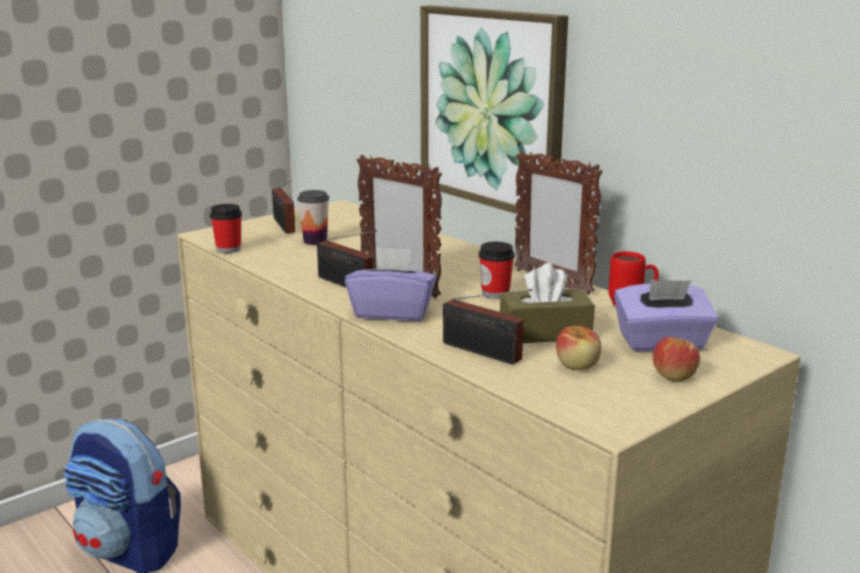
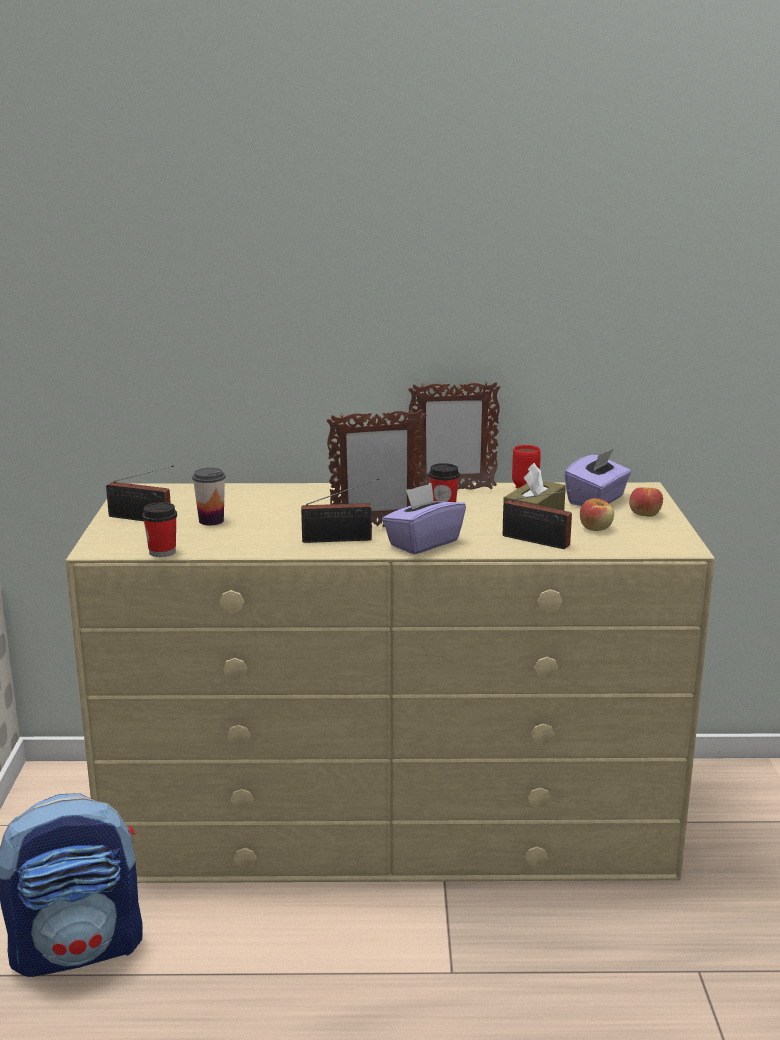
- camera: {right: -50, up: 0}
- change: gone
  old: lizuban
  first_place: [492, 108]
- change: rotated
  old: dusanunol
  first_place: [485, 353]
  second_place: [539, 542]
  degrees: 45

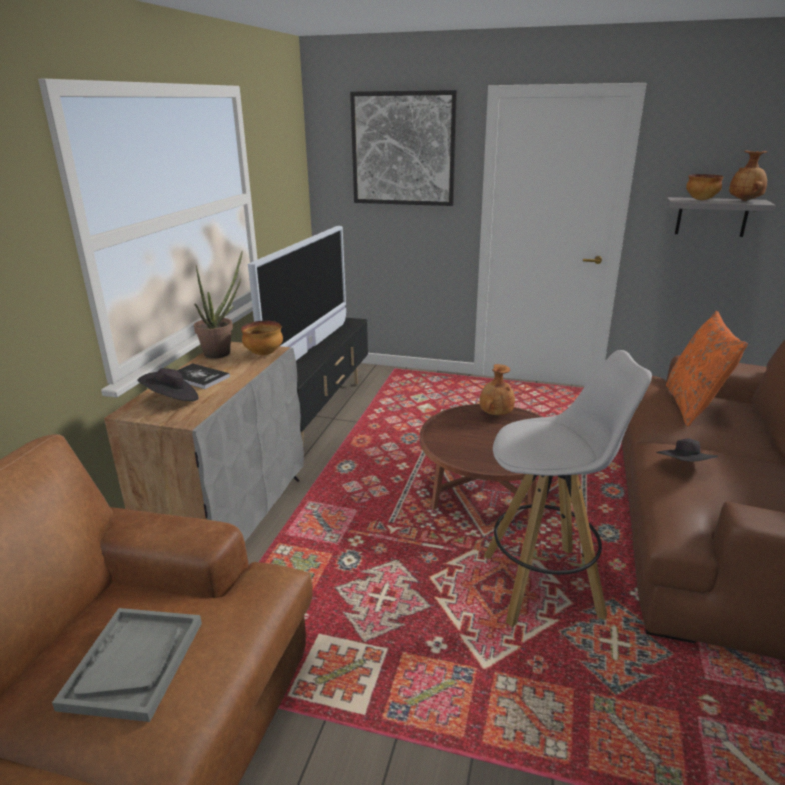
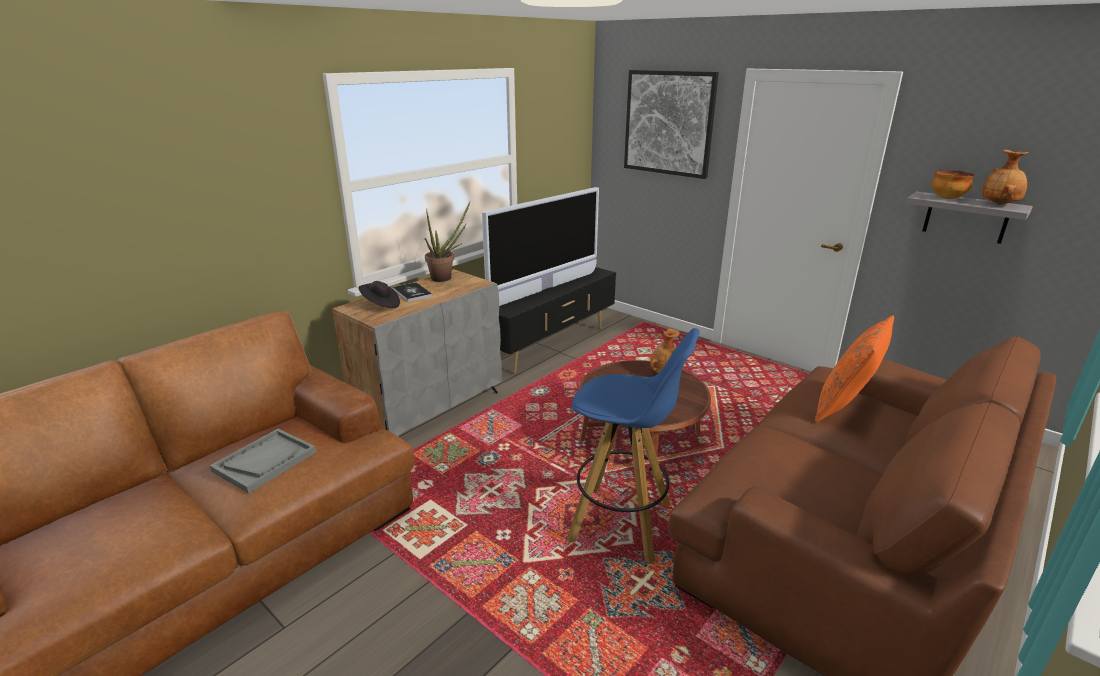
- camera: {right: 25, up: 0}
- change: gone
  old: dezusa
  first_place: [264, 354]
- change: repainted
  old: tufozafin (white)
  new: tufozafin (blue)
  first_place: [544, 584]
  second_place: [622, 522]
- change: gone
  old: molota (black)
  first_place: [684, 468]

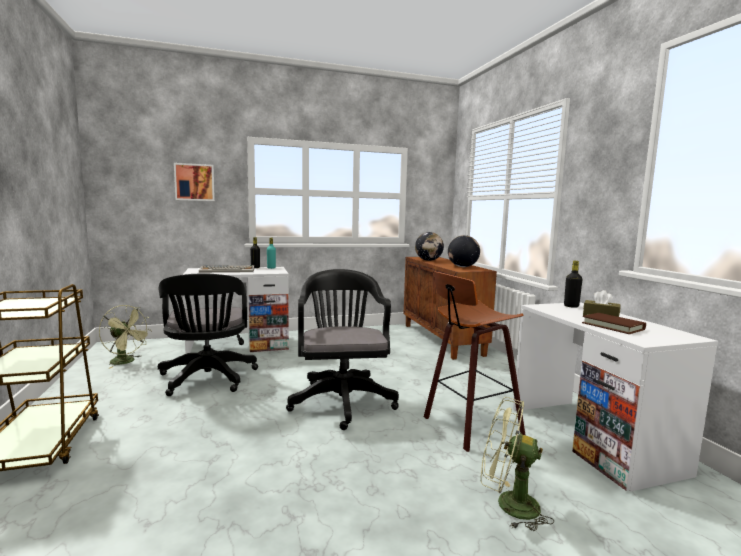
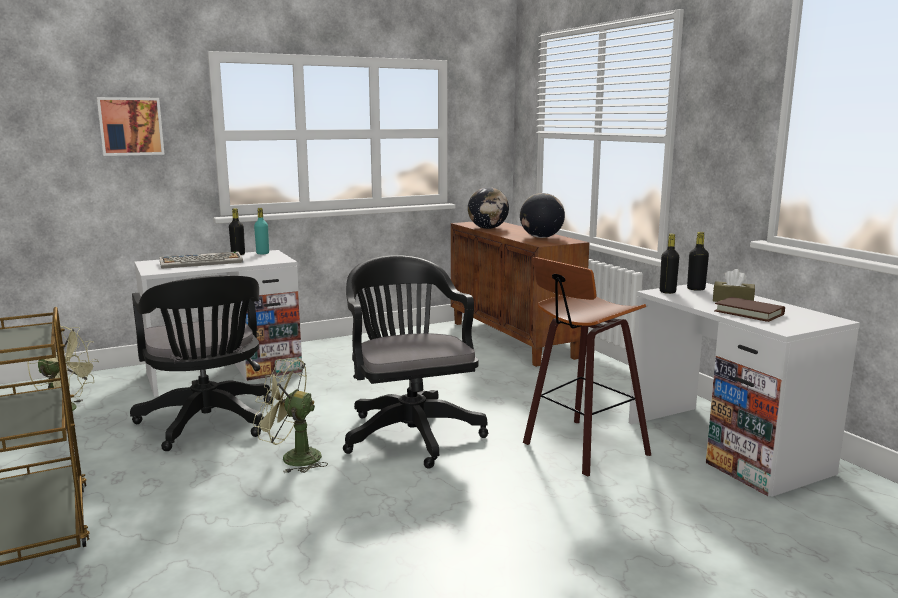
- camera: {right: -10, up: 5}
- change: shifted
  old: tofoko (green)
  first_place: [508, 504]
  second_place: [292, 458]
- change: new
  new: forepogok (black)
  second_place: [667, 292]

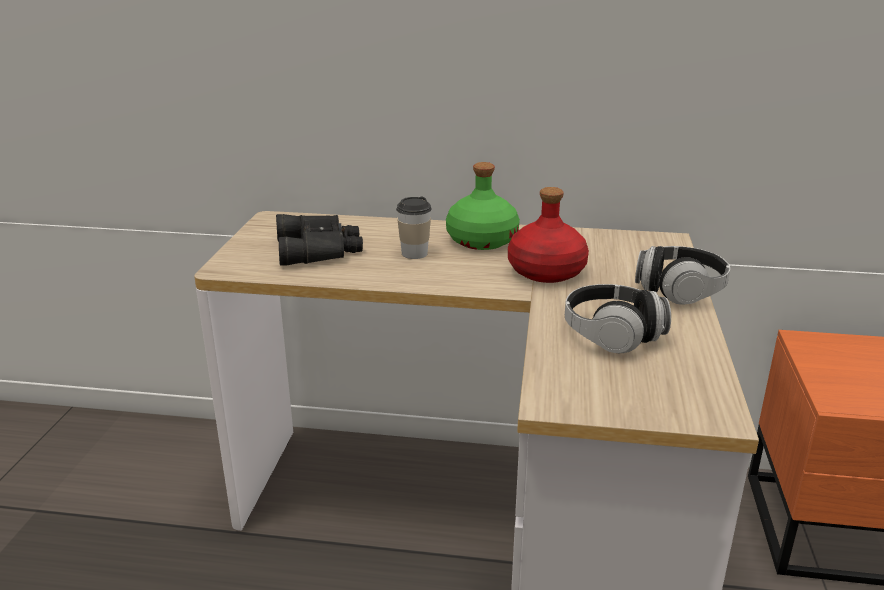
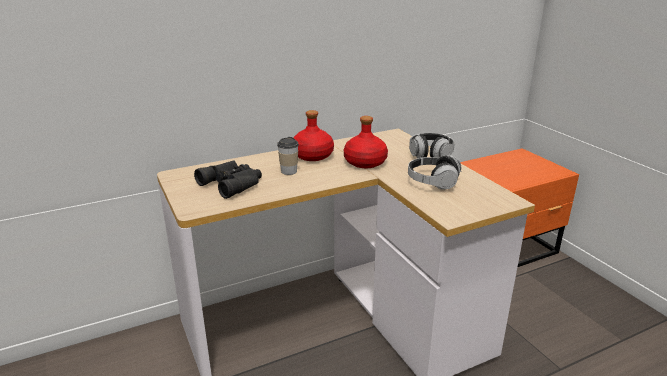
- camera: {right: -35, up: 0}
- change: repainted
  old: forepogok (green)
  new: forepogok (red)
  first_place: [481, 240]
  second_place: [312, 155]

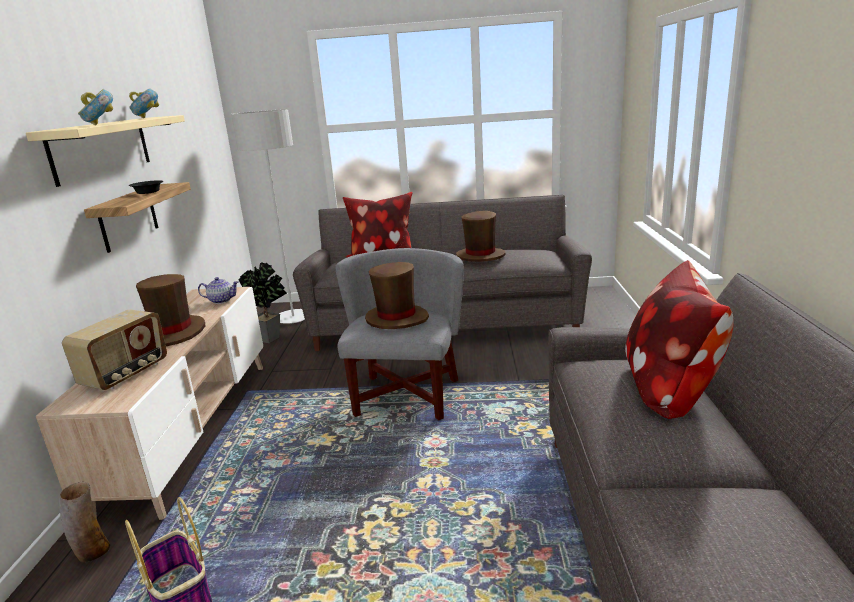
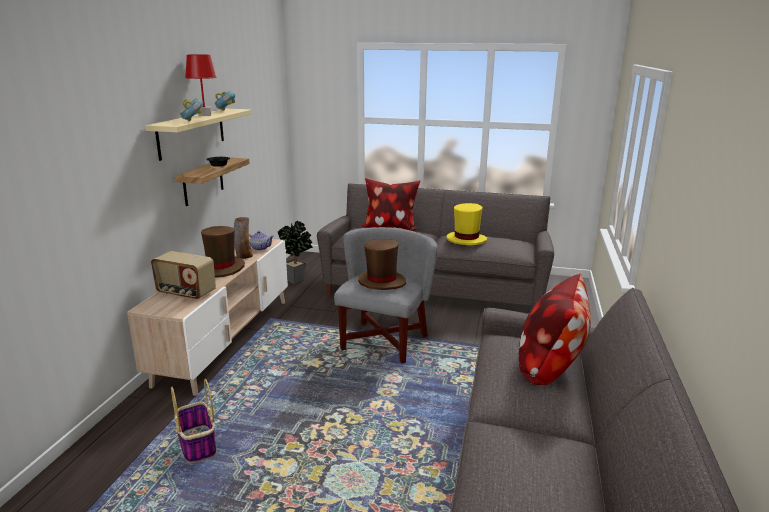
- camera: {right: 10, up: 0}
- change: gone
  old: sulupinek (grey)
  first_place: [293, 318]
- change: repainted
  old: molota (brown)
  new: molota (yellow)
  first_place: [480, 256]
  second_place: [466, 240]
- change: rotated
  old: dusanunol
  first_place: [126, 374]
  second_place: [185, 293]
  degrees: 75
- change: shifted
  old: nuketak
  first_place: [92, 551]
  second_place: [244, 256]
- change: new
  new: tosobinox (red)
  second_place: [205, 115]

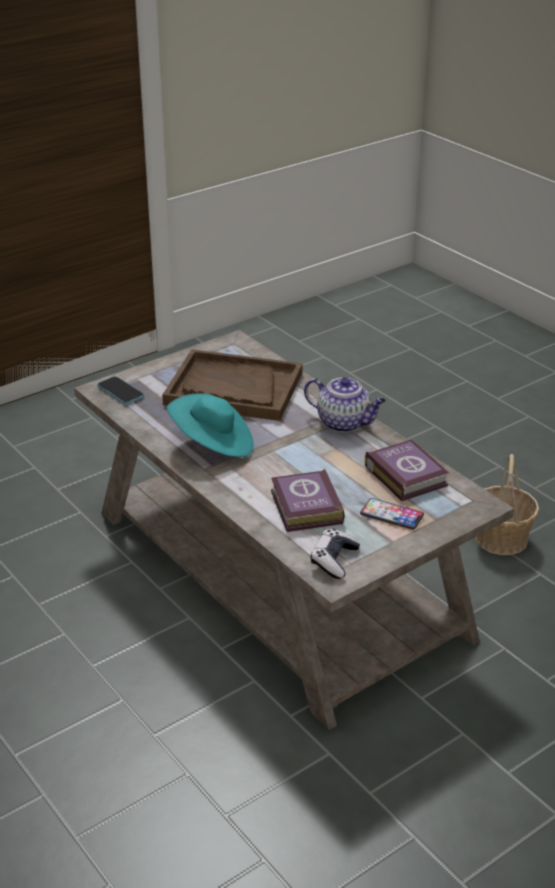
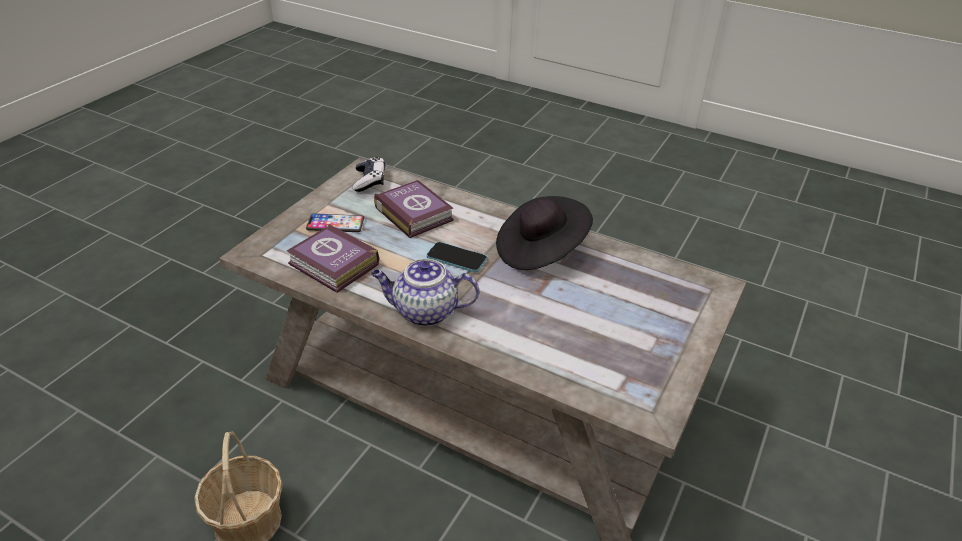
- camera: {right: 155, up: 5}
- change: gone
  old: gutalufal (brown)
  first_place: [233, 389]
- change: shifted
  old: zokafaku
  first_place: [120, 392]
  second_place: [456, 258]
- change: repainted
  old: molota (turquoise)
  new: molota (black)
  first_place: [213, 445]
  second_place: [540, 251]

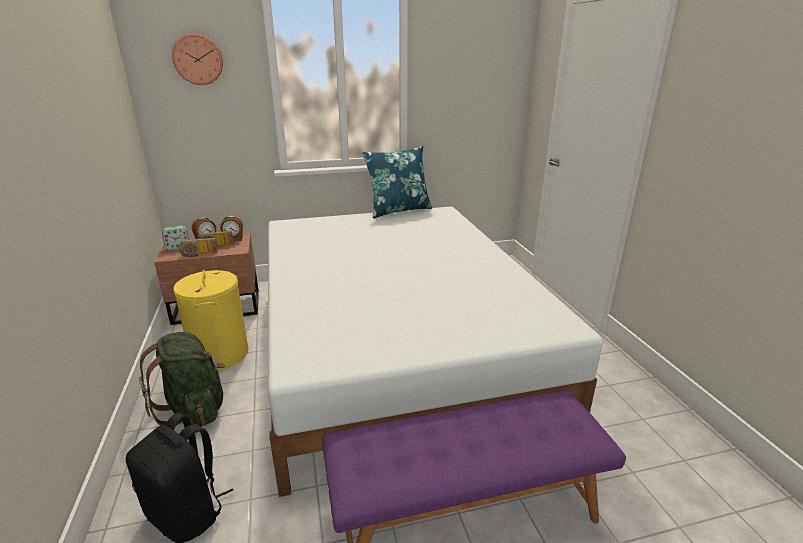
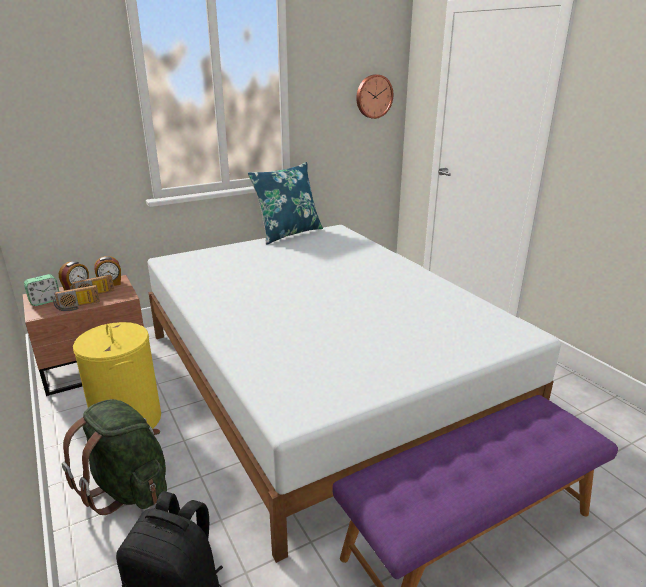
- camera: {right: -15, up: 0}
- change: shifted
  old: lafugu
  first_place: [198, 59]
  second_place: [373, 96]

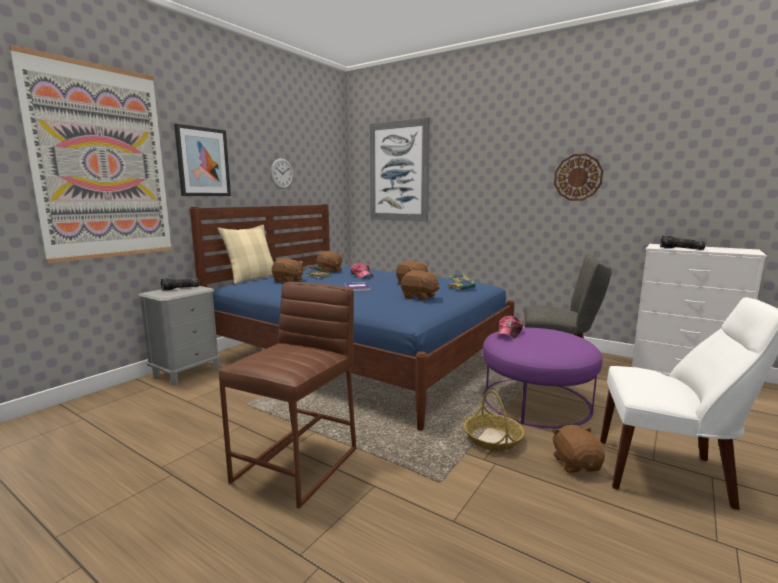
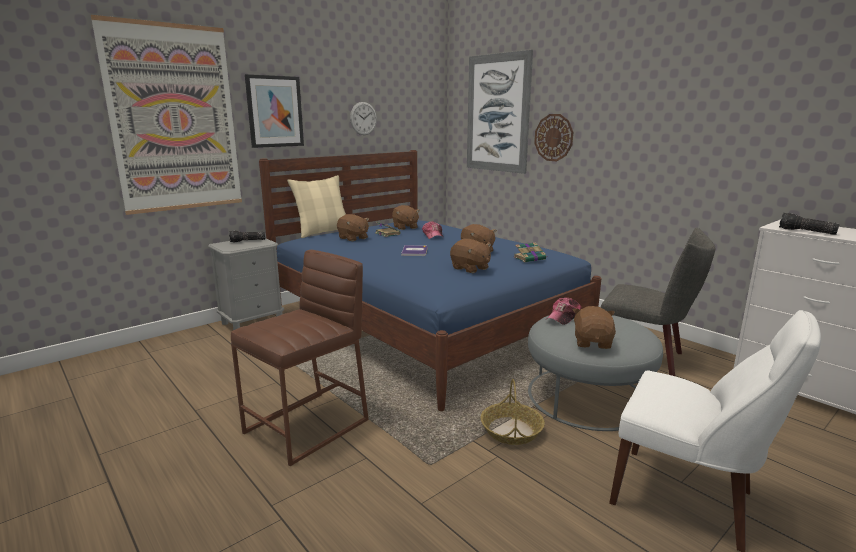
- camera: {right: 15, up: 5}
- change: shifted
  old: lafugu
  first_place: [578, 177]
  second_place: [553, 137]
- change: repainted
  old: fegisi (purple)
  new: fegisi (grey)
  first_place: [535, 401]
  second_place: [587, 396]
- change: shifted
  old: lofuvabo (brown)
  first_place: [576, 464]
  second_place: [593, 342]

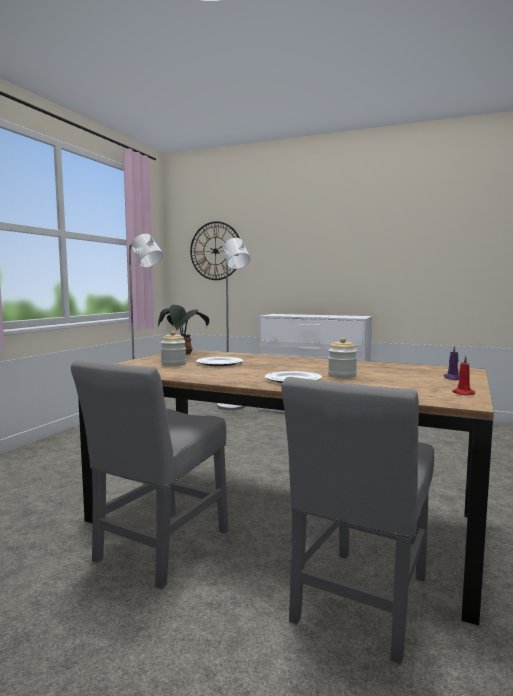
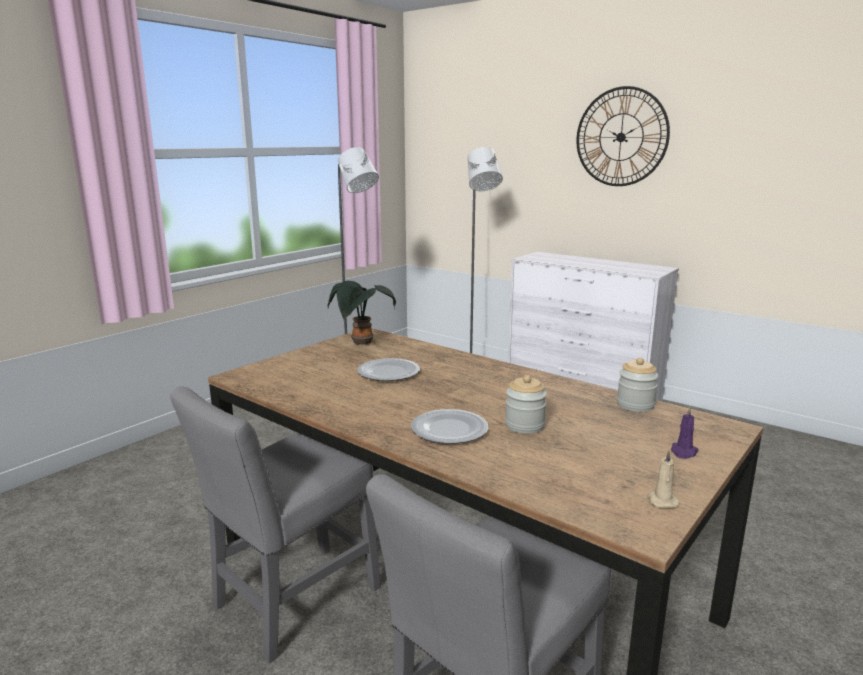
- camera: {right: 15, up: 10}
- change: shifted
  old: lafugu
  first_place: [215, 251]
  second_place: [621, 137]
- change: shifted
  old: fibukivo
  first_place: [173, 364]
  second_place: [635, 405]
- change: repainted
  old: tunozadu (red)
  new: tunozadu (beige)
  first_place: [462, 393]
  second_place: [661, 500]

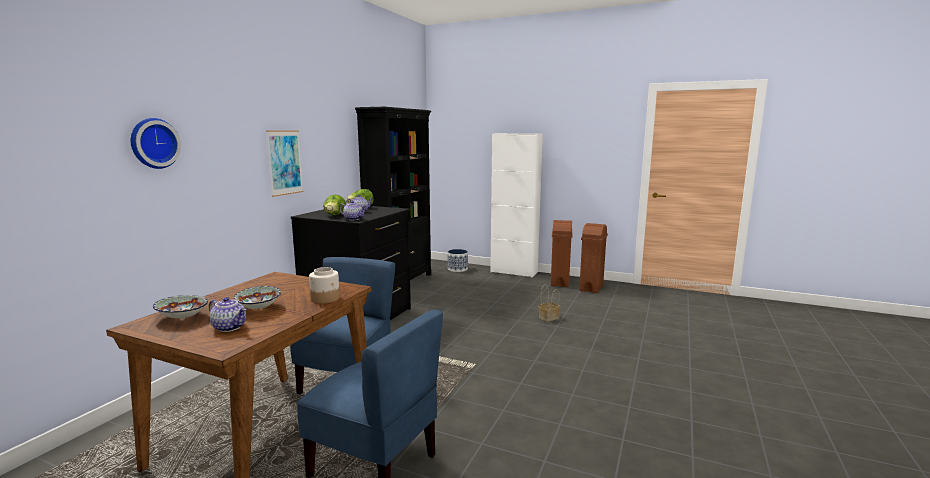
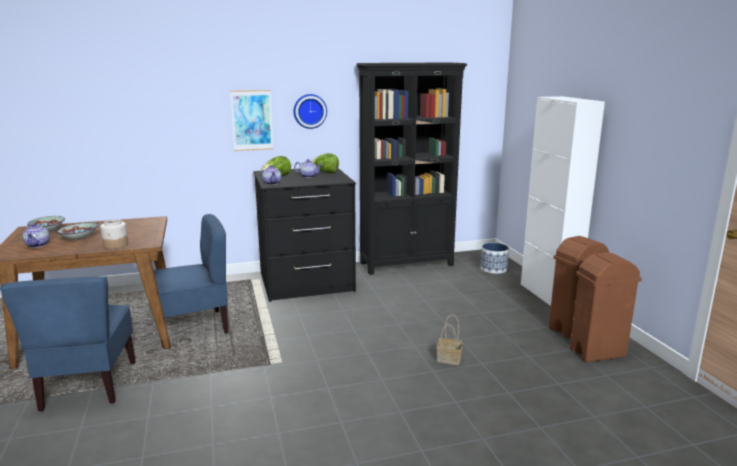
- camera: {right: 50, up: 5}
- change: shifted
  old: lafugu
  first_place: [153, 143]
  second_place: [309, 111]

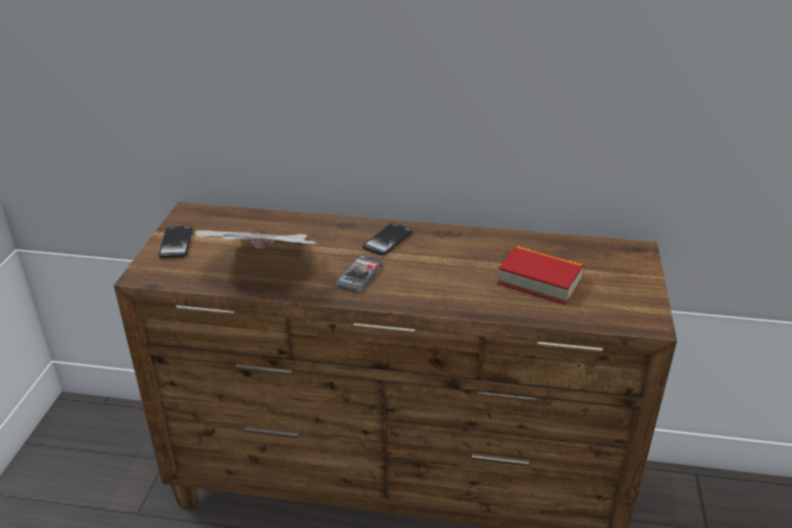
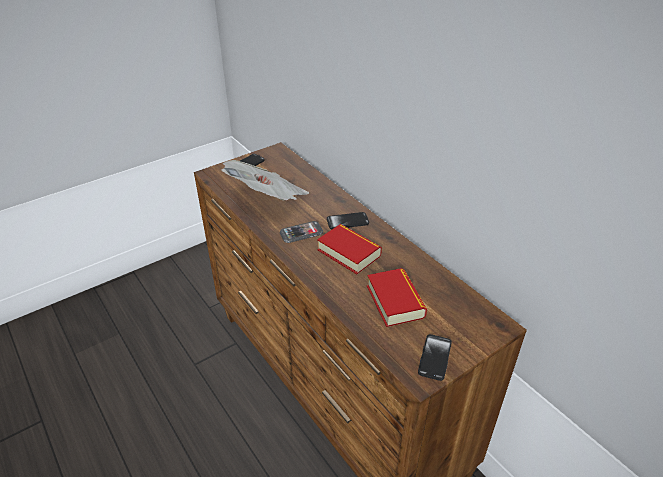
- camera: {right: 45, up: 5}
- change: new
  new: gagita
  second_place: [349, 253]
- change: new
  new: zokafaku
  second_place: [434, 358]

